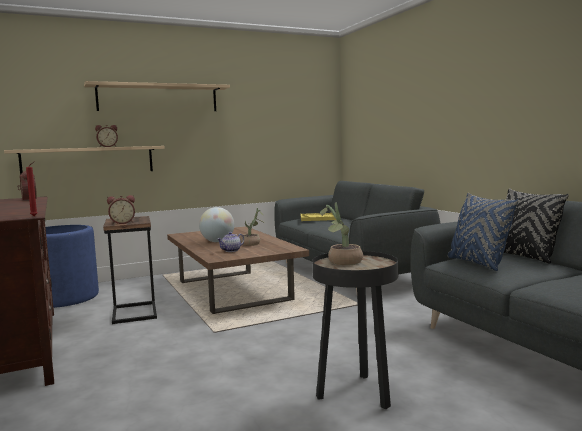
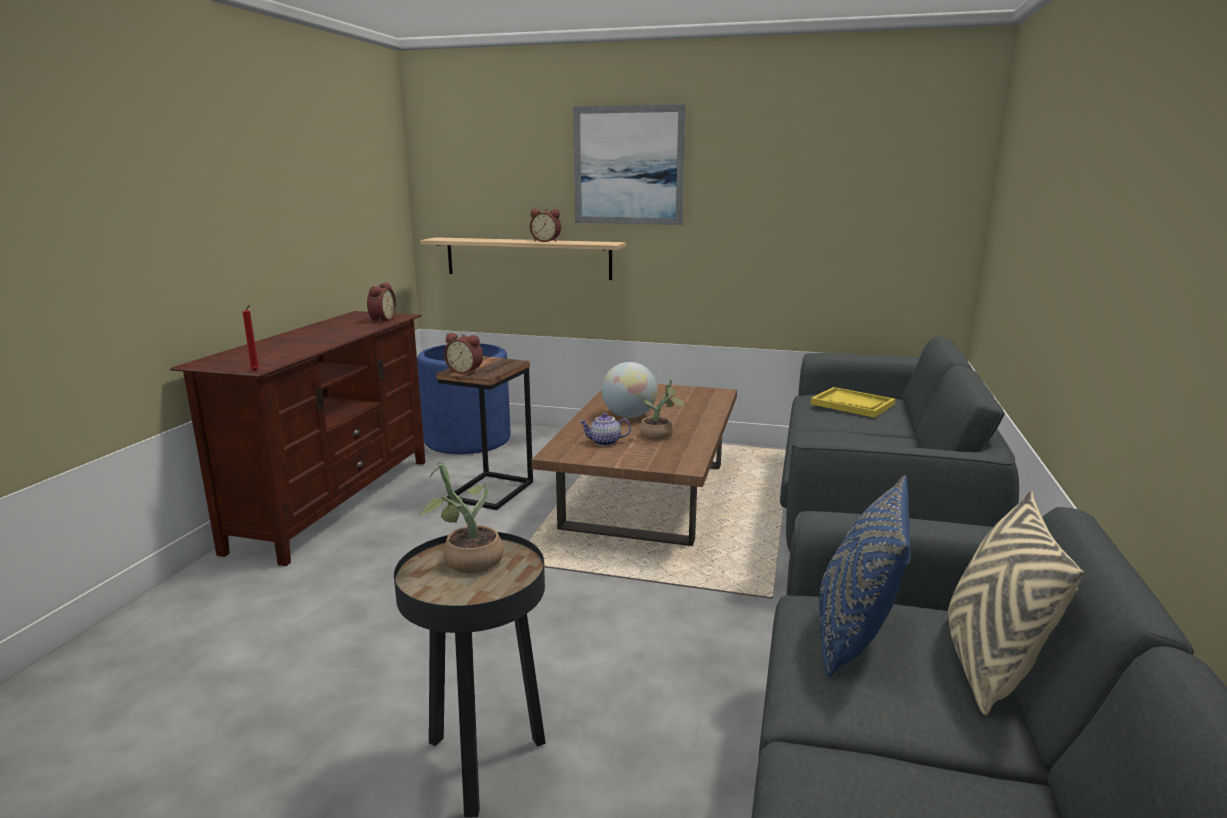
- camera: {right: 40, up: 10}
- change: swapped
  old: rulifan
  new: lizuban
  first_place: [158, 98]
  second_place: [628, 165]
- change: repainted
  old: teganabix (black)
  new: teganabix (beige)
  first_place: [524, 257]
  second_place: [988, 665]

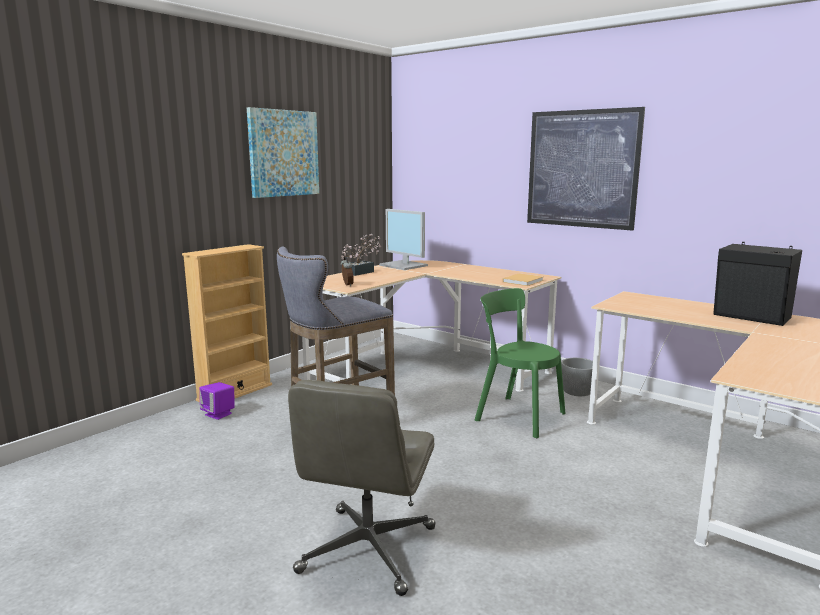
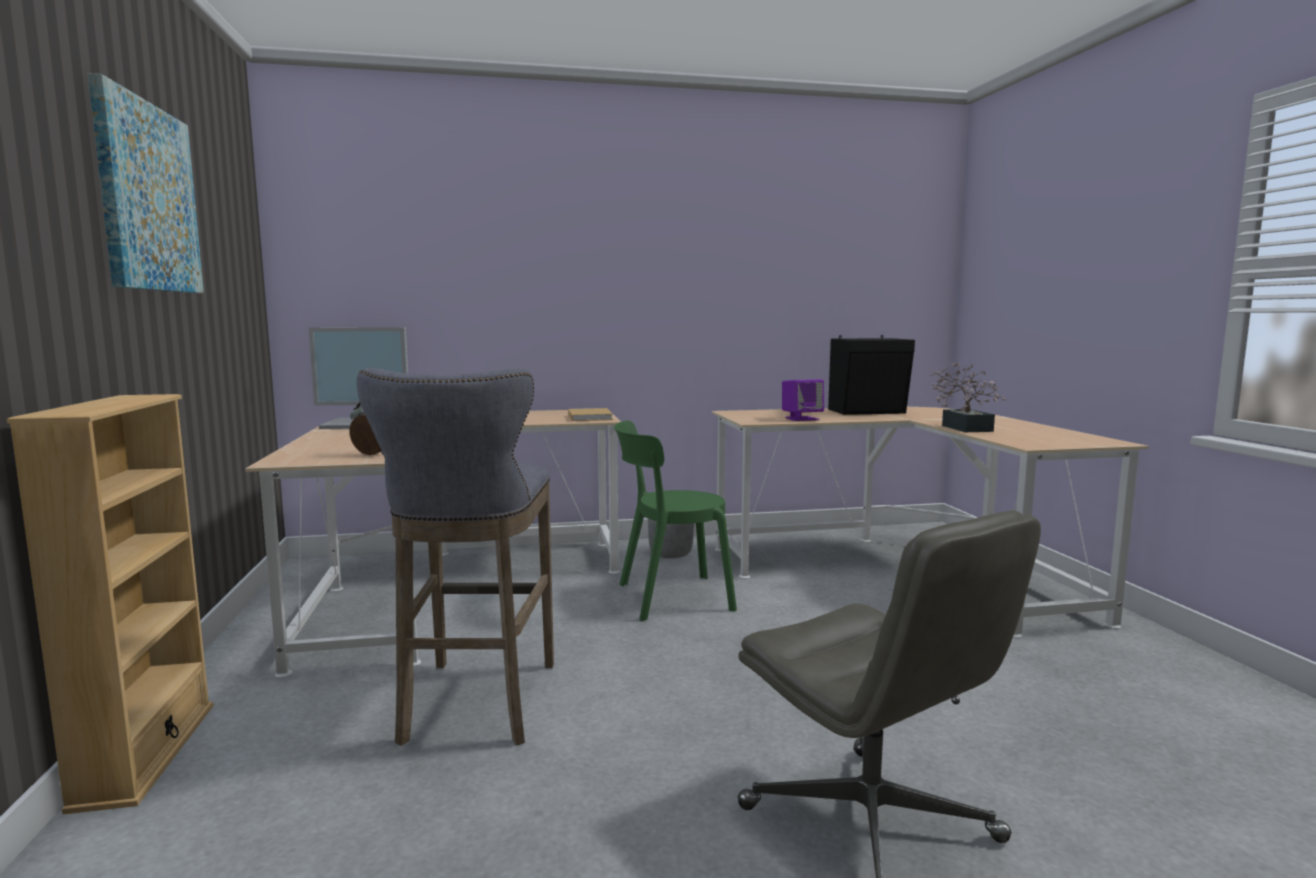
- camera: {right: -50, up: -5}
- change: gone
  old: lizuban
  first_place: [582, 169]
- change: shifted
  old: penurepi
  first_place: [361, 272]
  second_place: [964, 427]
- change: shifted
  old: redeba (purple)
  first_place: [219, 414]
  second_place: [801, 418]

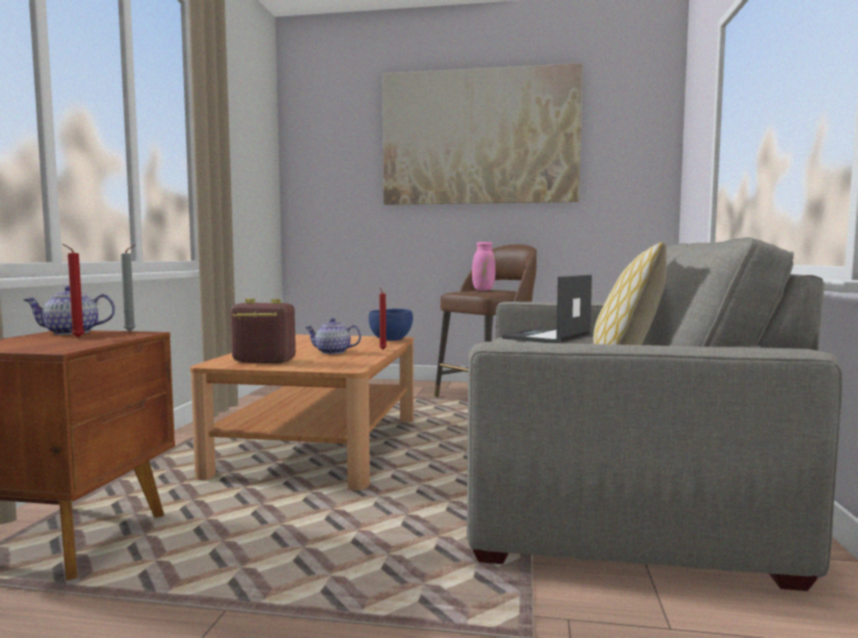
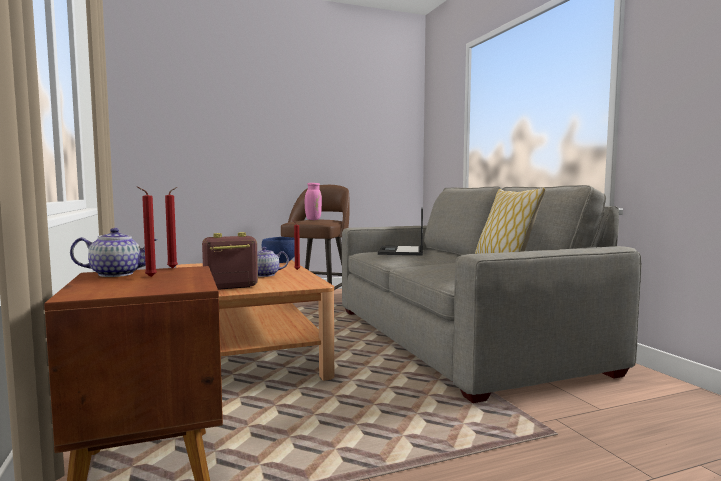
- camera: {right: -30, up: 0}
- change: gone
  old: lizuban
  first_place: [479, 137]
- change: repainted
  old: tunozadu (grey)
  new: tunozadu (red)
  first_place: [132, 331]
  second_place: [174, 268]
- change: rotated
  old: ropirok
  first_place: [71, 333]
  second_place: [117, 274]
  degrees: -150

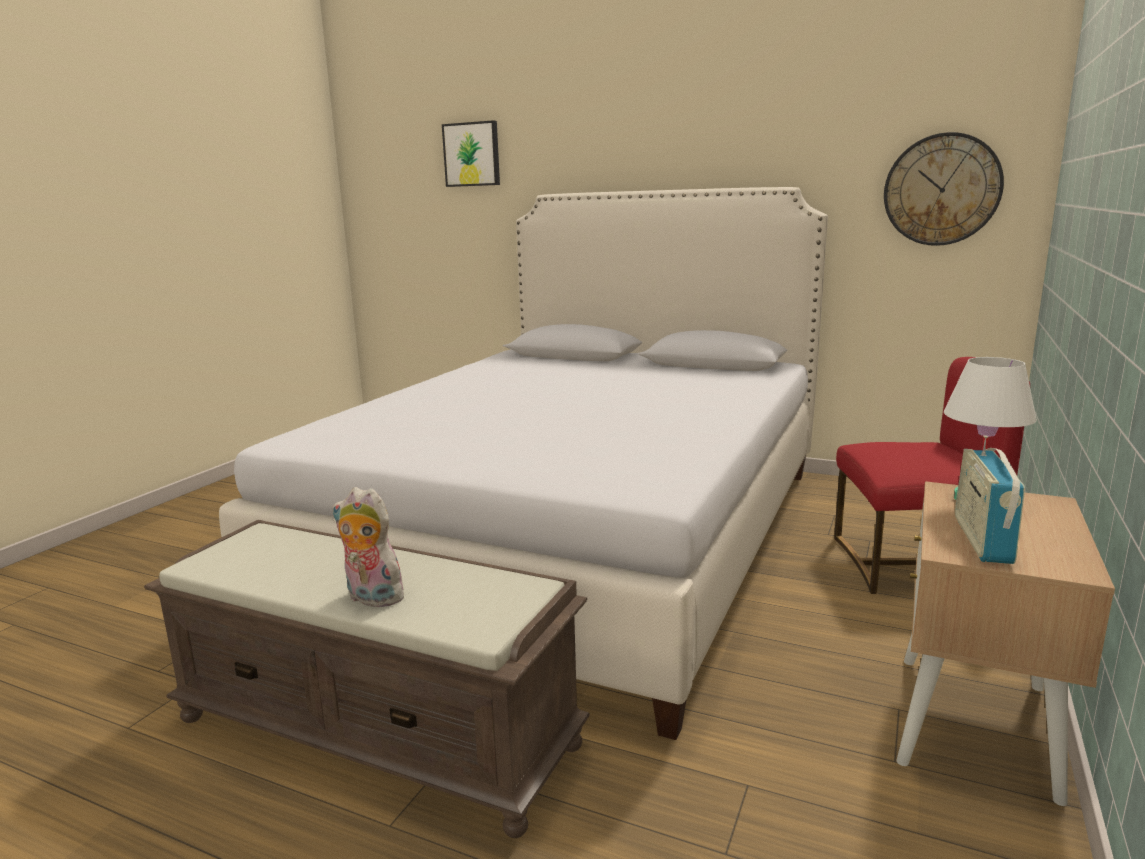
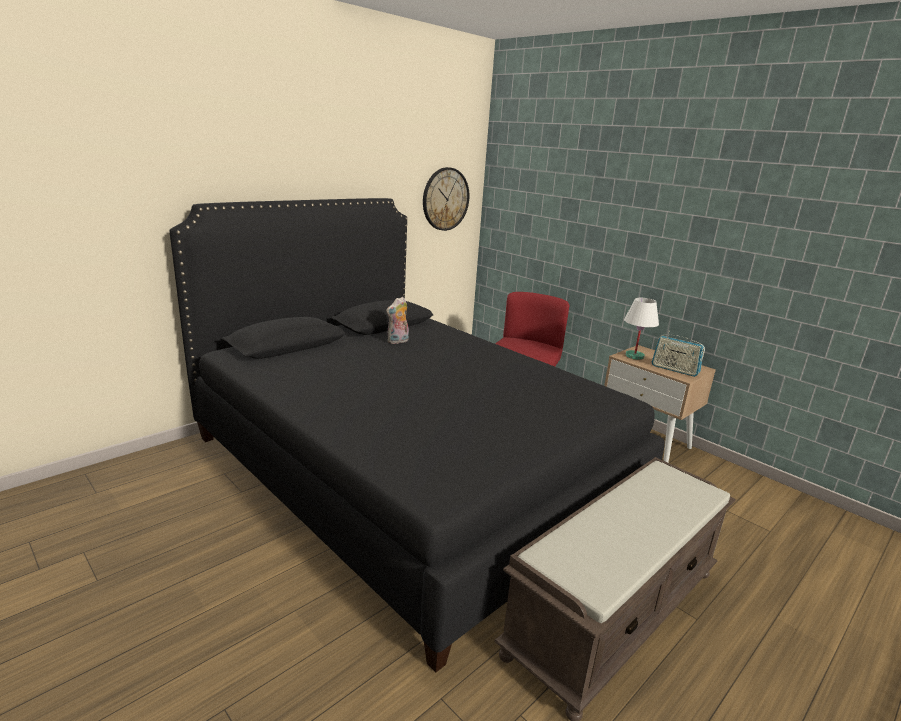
- camera: {right: -70, up: 5}
- change: gone
  old: lizuban
  first_place: [472, 154]
- change: repainted
  old: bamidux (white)
  new: bamidux (black)
  first_place: [577, 535]
  second_place: [406, 471]
- change: shifted
  old: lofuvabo
  first_place: [371, 598]
  second_place: [398, 341]

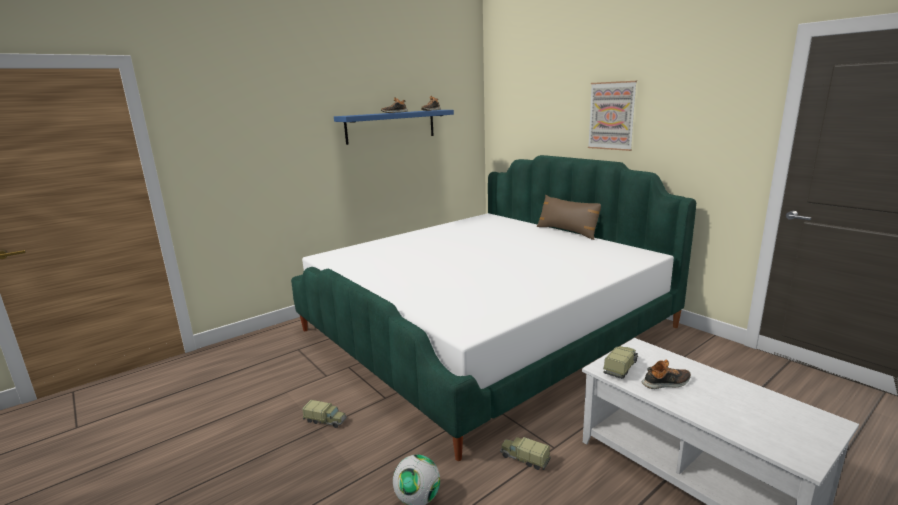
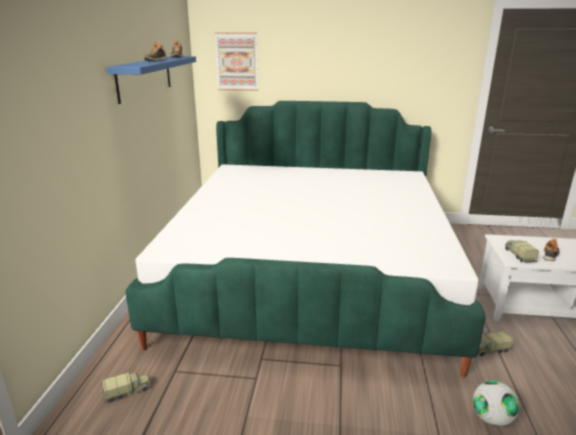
- camera: {right: -45, up: 5}
- change: shifted
  old: lizuban
  first_place: [611, 116]
  second_place: [237, 62]
- change: gone
  old: teganabix (brown)
  first_place: [567, 232]
- change: shifted
  old: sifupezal
  first_place: [325, 420]
  second_place: [127, 391]

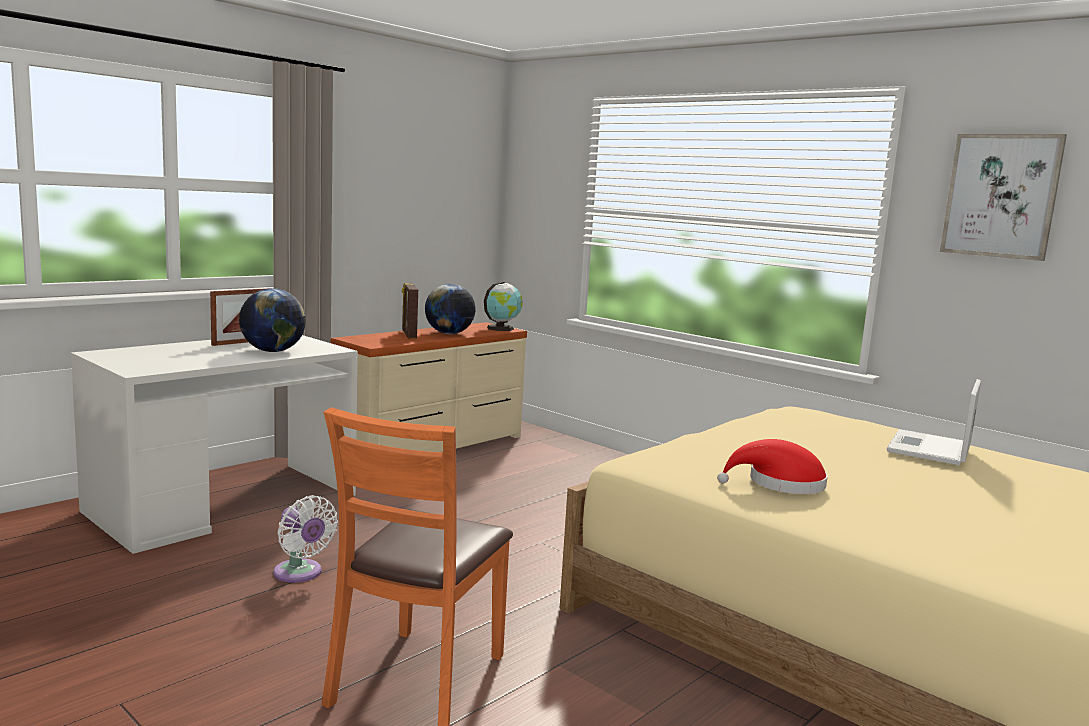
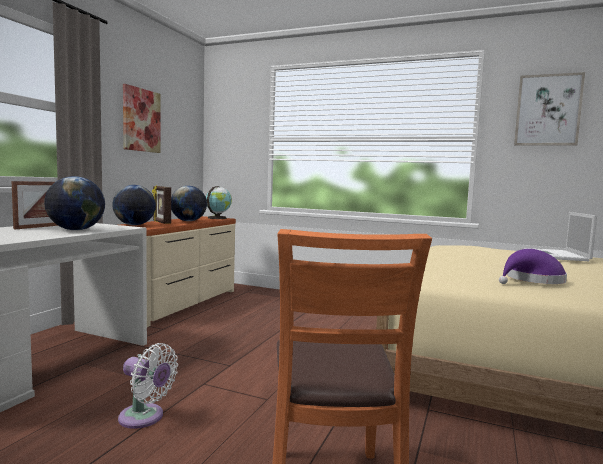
- camera: {right: -20, up: -5}
- change: repainted
  old: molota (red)
  new: molota (purple)
  first_place: [780, 484]
  second_place: [532, 280]
- change: new
  new: lizuban
  second_place: [141, 120]
- change: new
  new: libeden
  second_place: [134, 225]

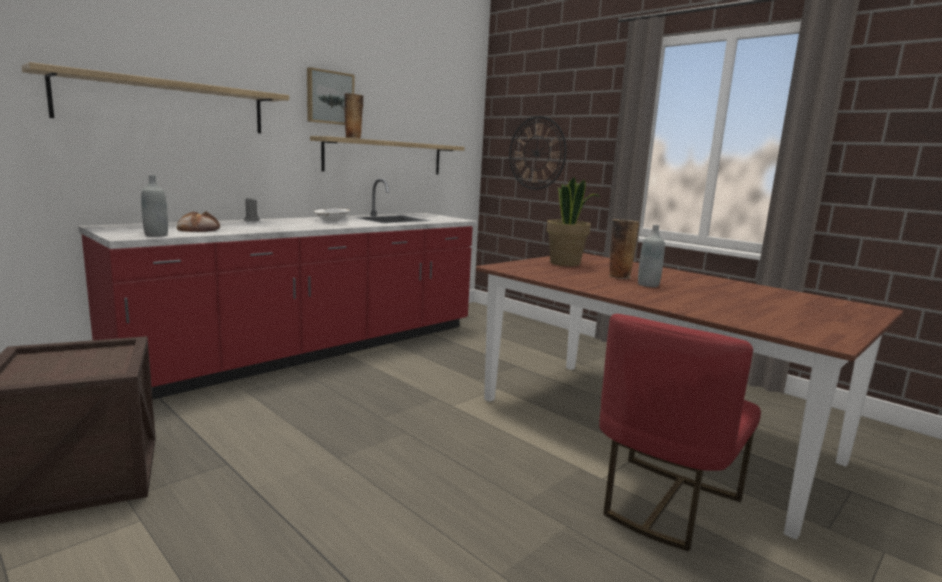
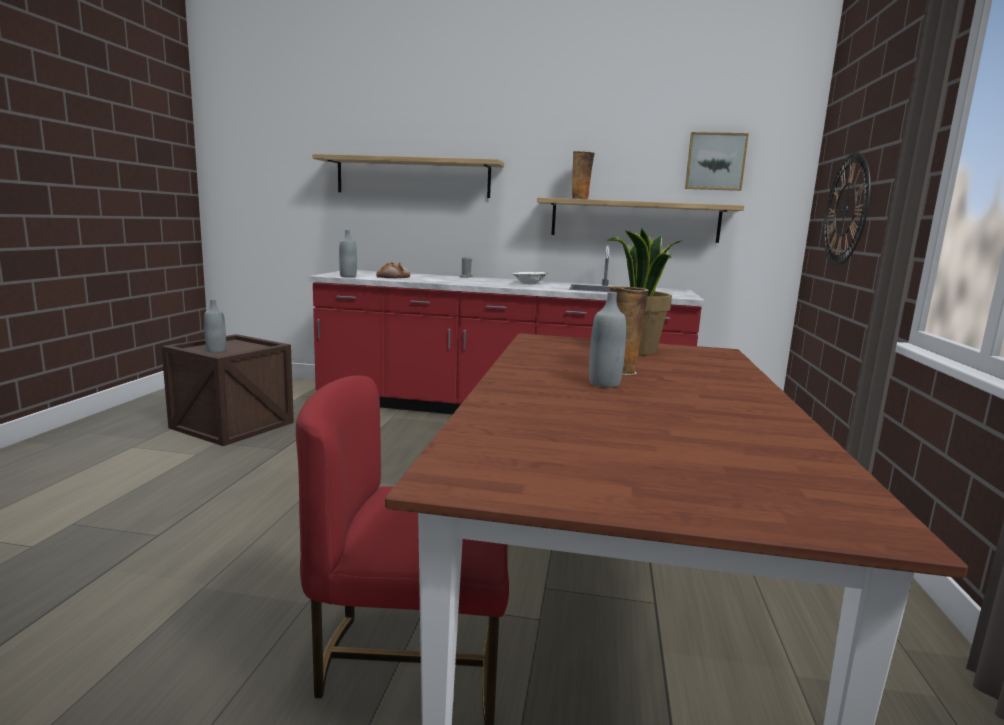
- camera: {right: 55, up: 0}
- change: shifted
  old: lizuban
  first_place: [329, 97]
  second_place: [715, 161]
- change: new
  new: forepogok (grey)
  second_place: [216, 351]

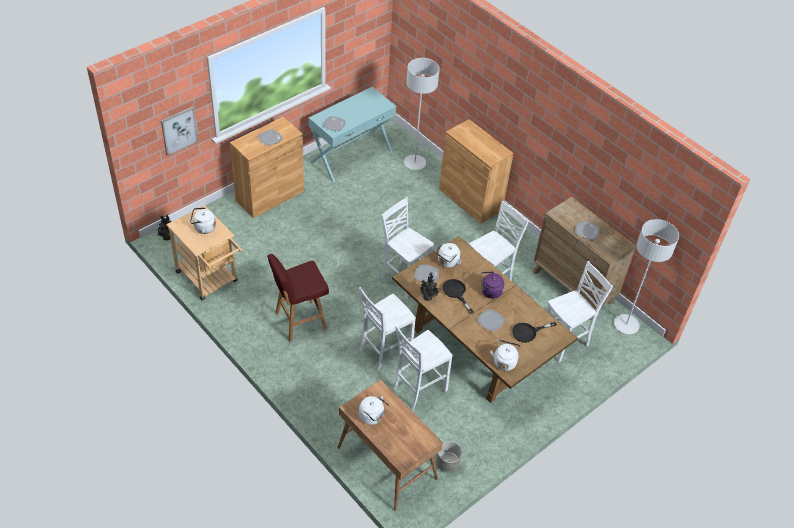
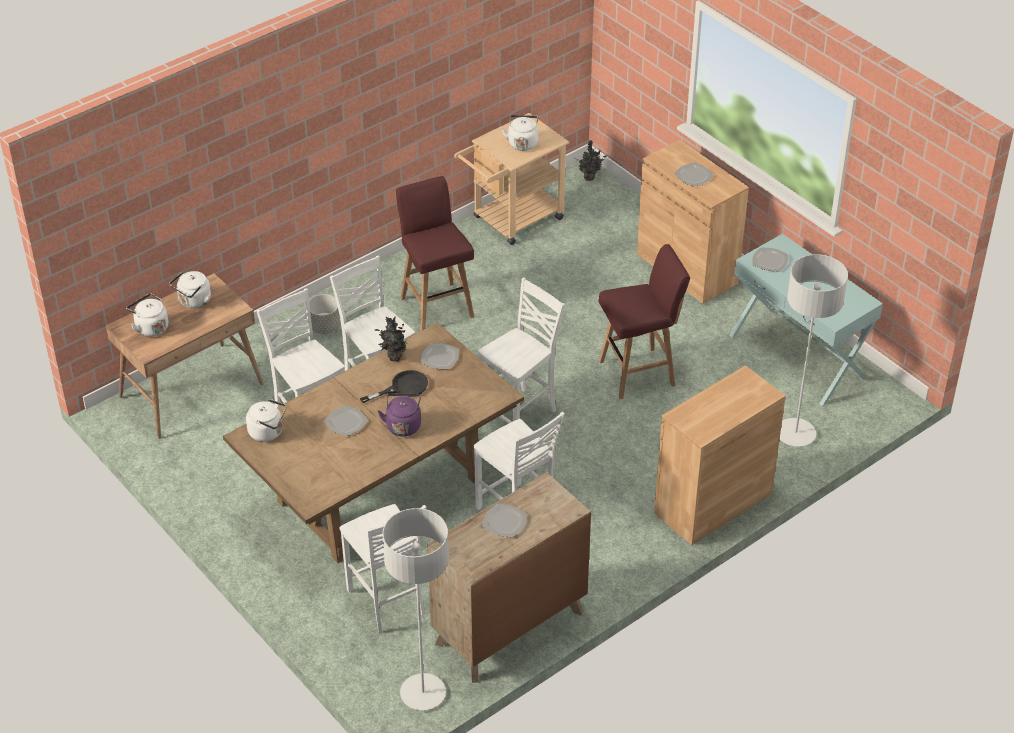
- camera: {right: 95, up: -5}
- change: gone
  old: lizuban
  first_place: [179, 130]
- change: shifted
  old: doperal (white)
  first_place: [447, 262]
  second_place: [150, 327]
- change: gone
  old: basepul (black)
  first_place: [528, 332]
- change: shifted
  old: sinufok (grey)
  first_place: [447, 463]
  second_place: [324, 327]
- change: new
  new: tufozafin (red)
  second_place: [639, 373]

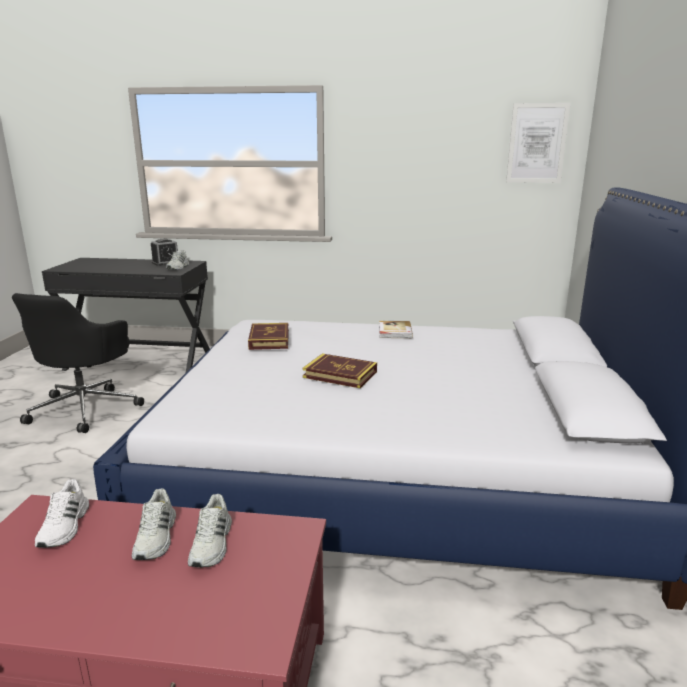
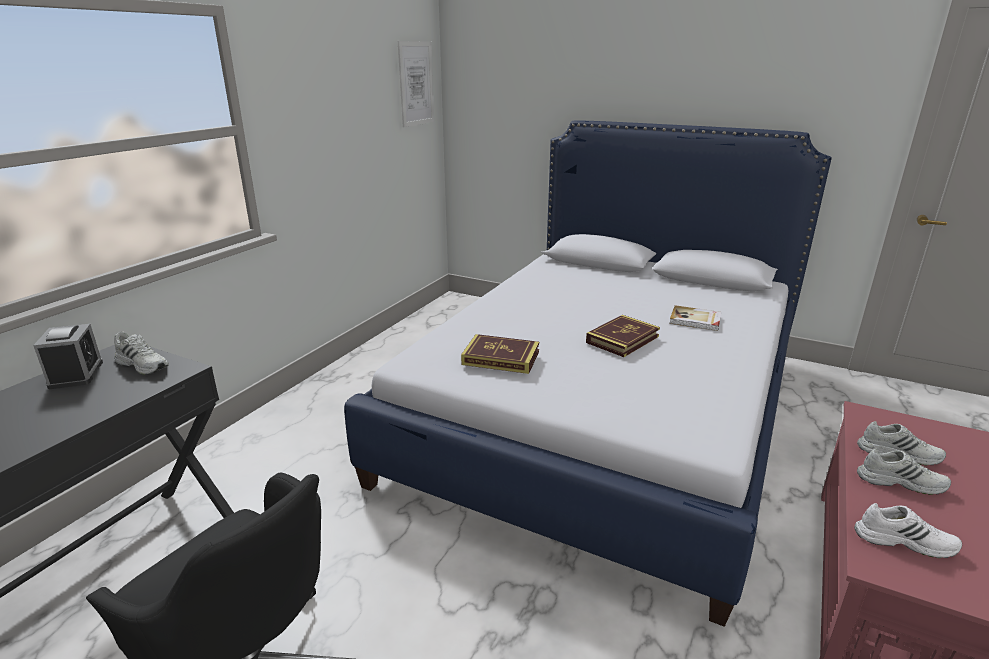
- camera: {right: -70, up: 5}
- change: shifted
  old: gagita
  first_place: [394, 331]
  second_place: [695, 320]

